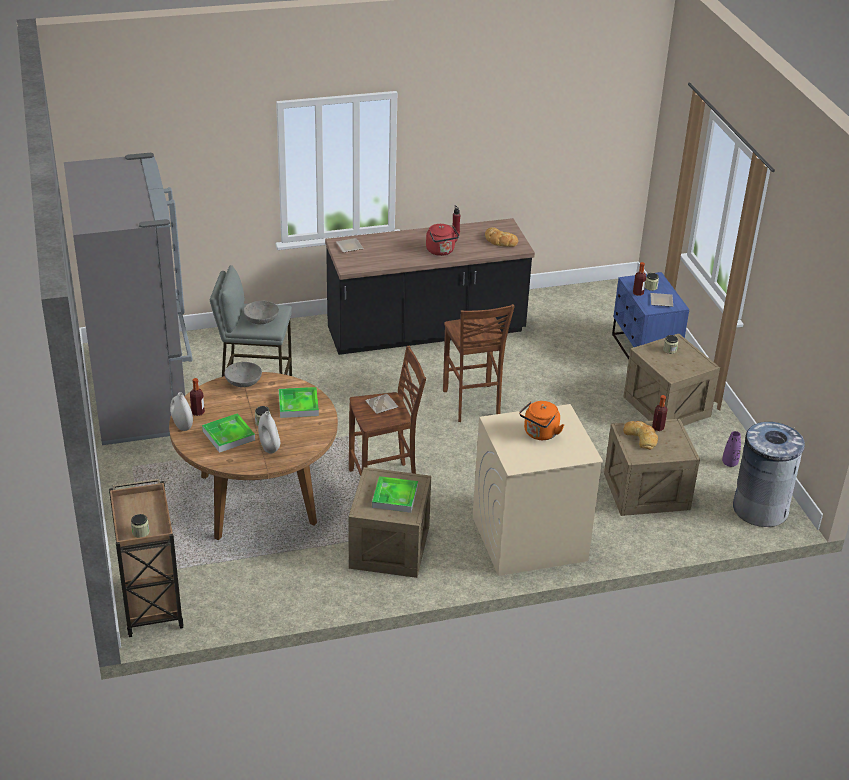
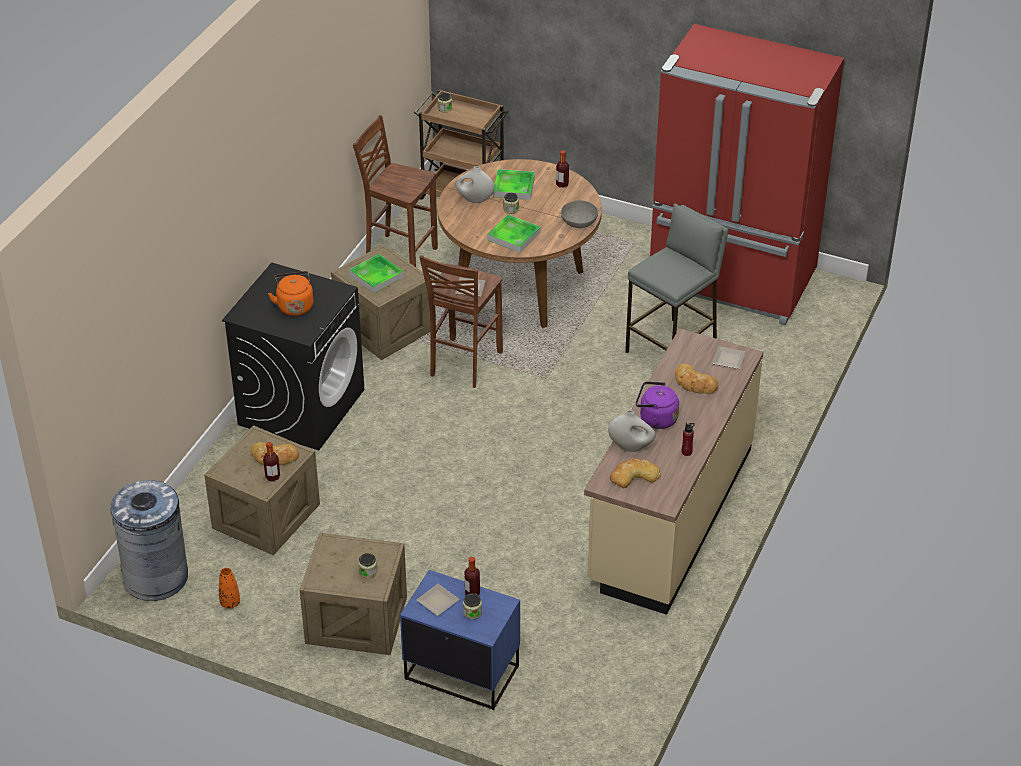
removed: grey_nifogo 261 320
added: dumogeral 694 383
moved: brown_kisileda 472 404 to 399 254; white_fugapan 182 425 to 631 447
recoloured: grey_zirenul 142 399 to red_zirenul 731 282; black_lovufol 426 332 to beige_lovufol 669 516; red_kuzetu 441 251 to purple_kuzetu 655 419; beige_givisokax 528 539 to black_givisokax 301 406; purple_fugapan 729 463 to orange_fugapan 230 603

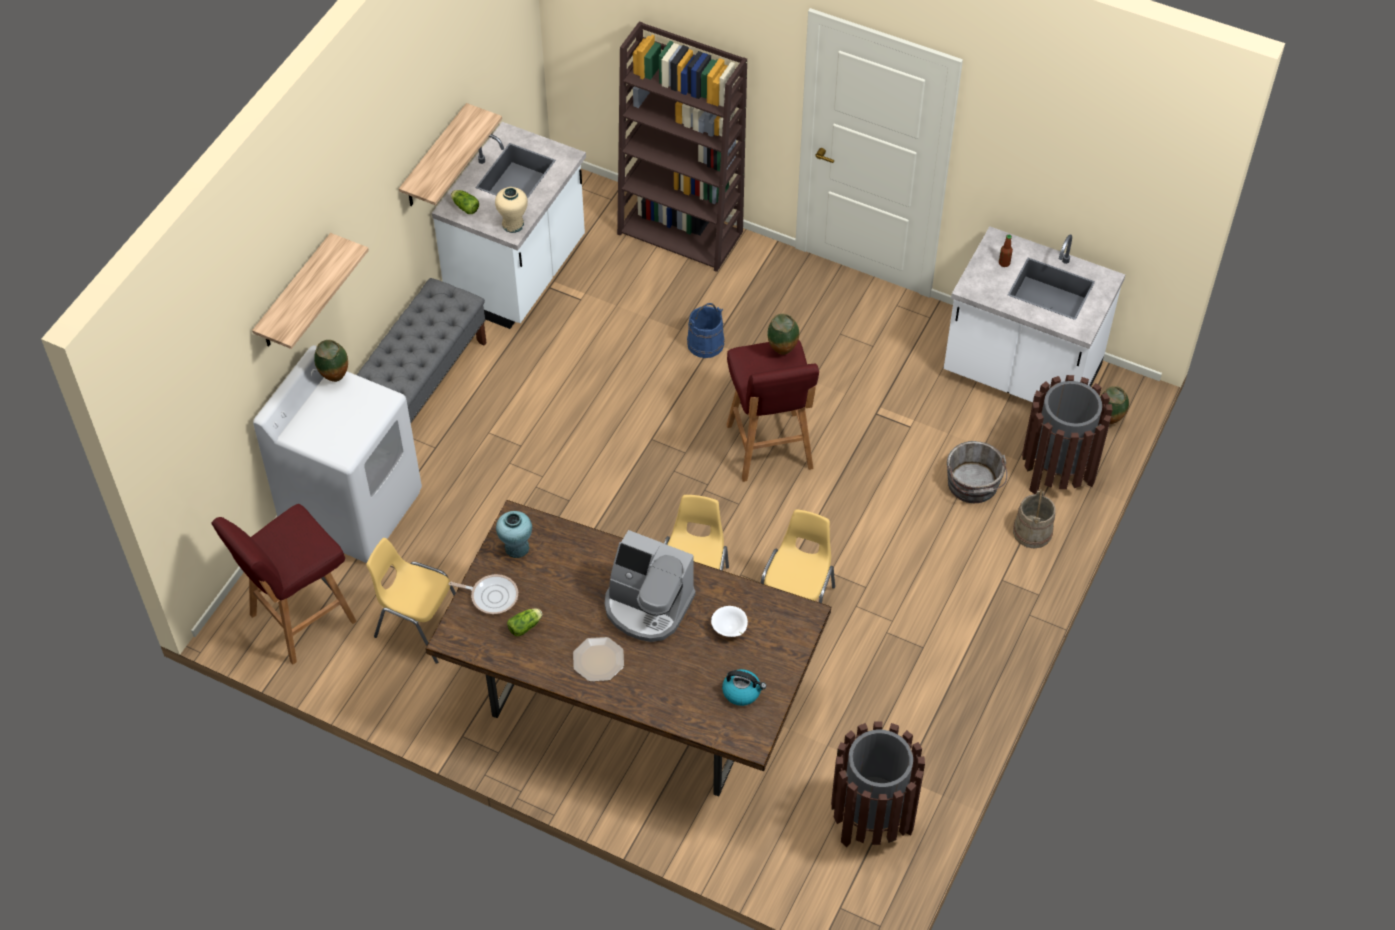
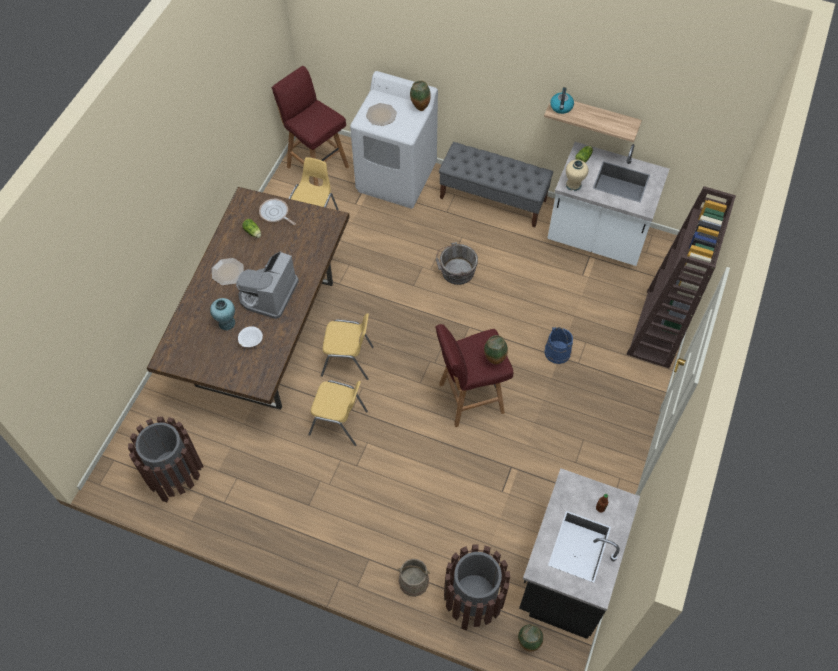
removed: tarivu 294 294
added: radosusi 381 115
moved: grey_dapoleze 973 485 to 455 271; turquoise_fugapan 517 548 to 226 323; kuzetu 742 692 to 561 107
recoloured: white_lovufol 1021 374 to black_lovufol 566 573
turned: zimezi 492 596 = 275 213 120 degrees clockwise

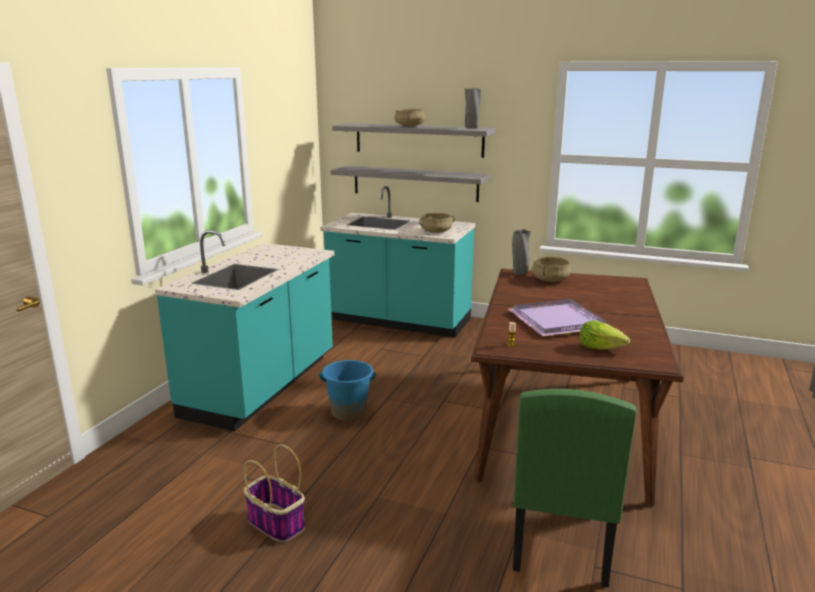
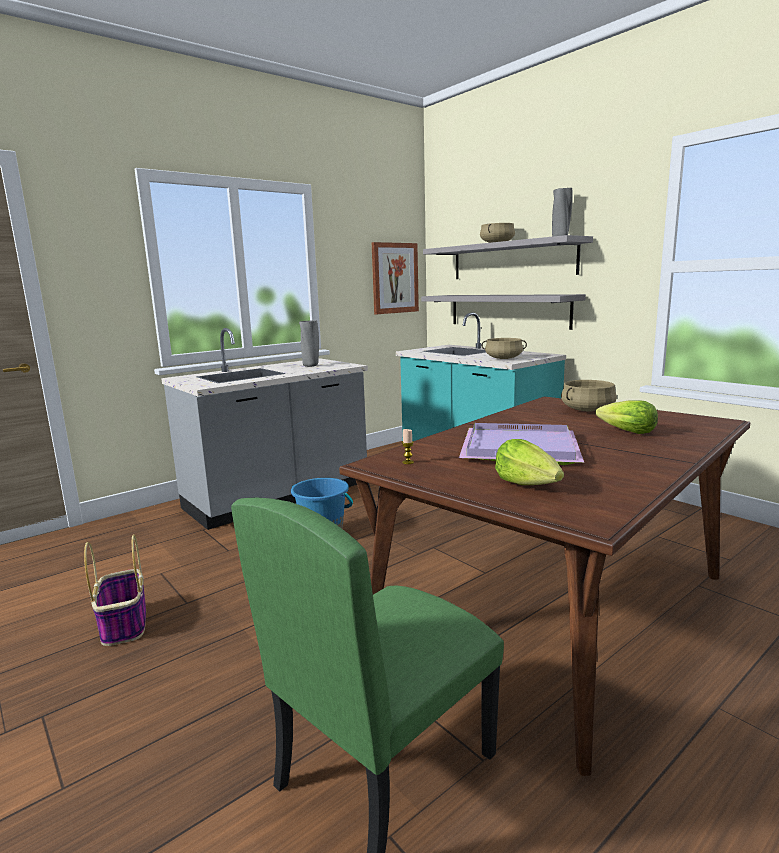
added: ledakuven 394 278; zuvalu 626 432
moved: grey_fugapan 519 274 to 311 366
recoloured: turquoise_lovufol 262 386 to grey_lovufol 278 497

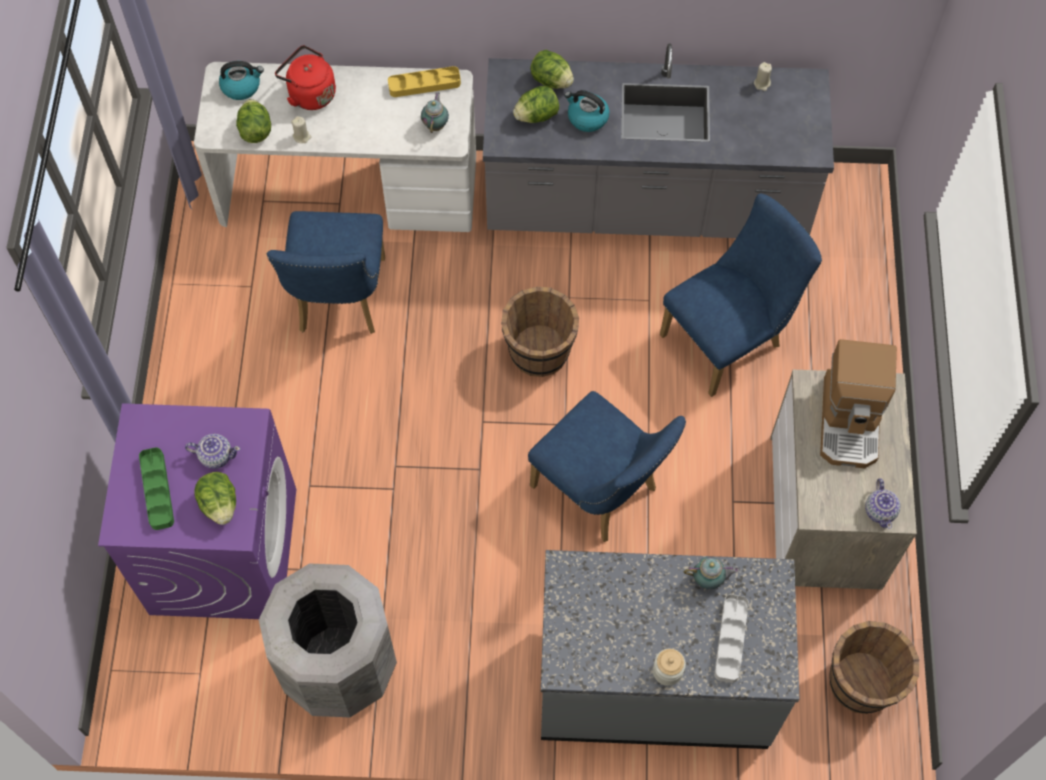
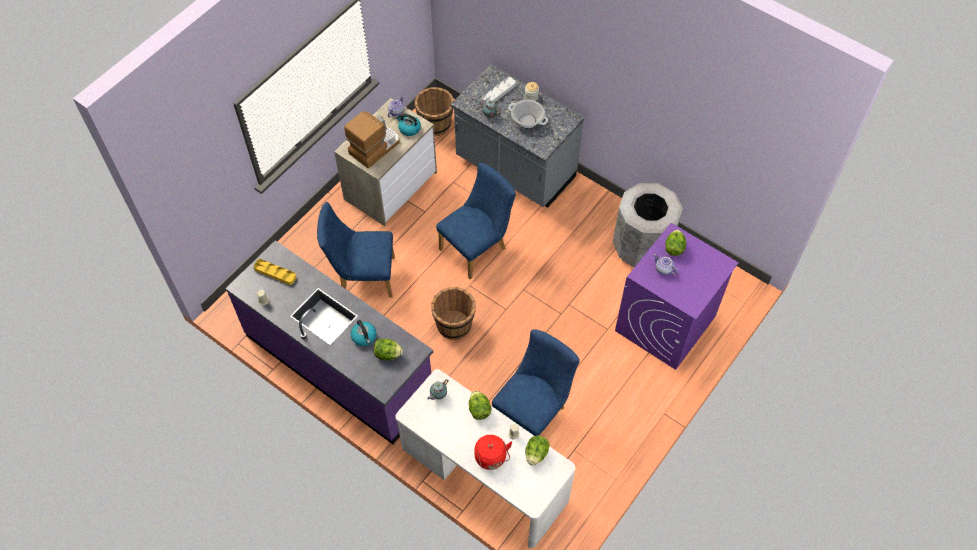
removed: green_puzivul 157 490
added: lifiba 527 120
moved: zuvalu 551 80 to 479 410; kuzetu 241 86 to 409 129; yellow_puzivul 424 84 to 275 273
recoloured: grey_lovufol 646 205 to purple_lovufol 340 365
turned: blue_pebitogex 601 493 = 477 247 60 degrees clockwise

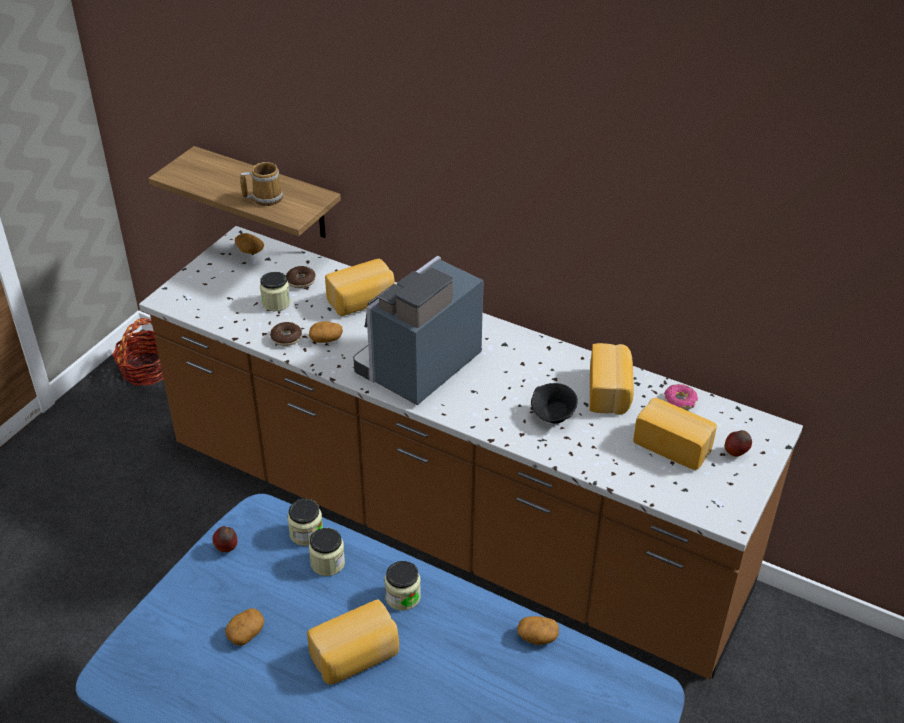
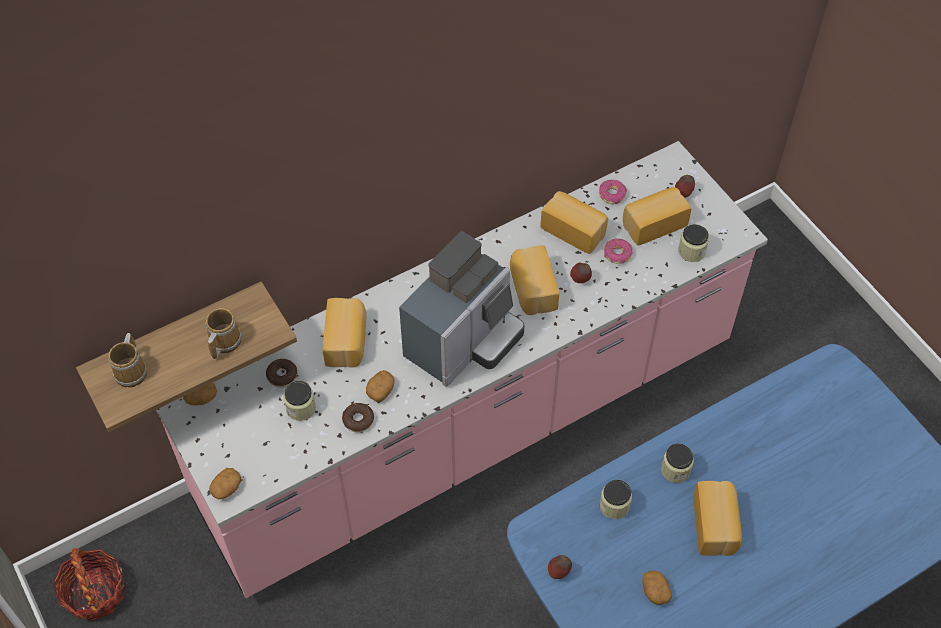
added: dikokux 617 254; dumogeral 532 290; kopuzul 132 371
moved: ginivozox 306 533 to 691 251; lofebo 537 637 to 226 488
replaced: black_nifogo 553 417 to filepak 580 280
recoloured: brown_lovufol 450 522 to pink_lovufol 470 425
turned: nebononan 417 368 = 464 341 120 degrees counterclockwise

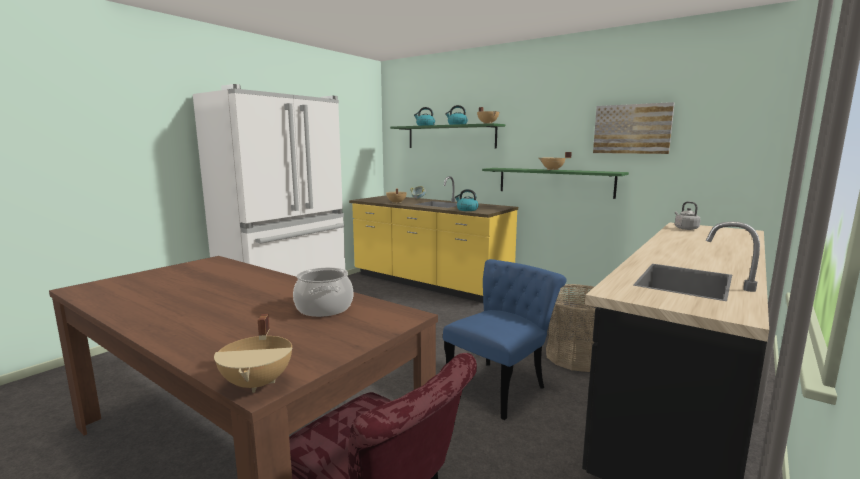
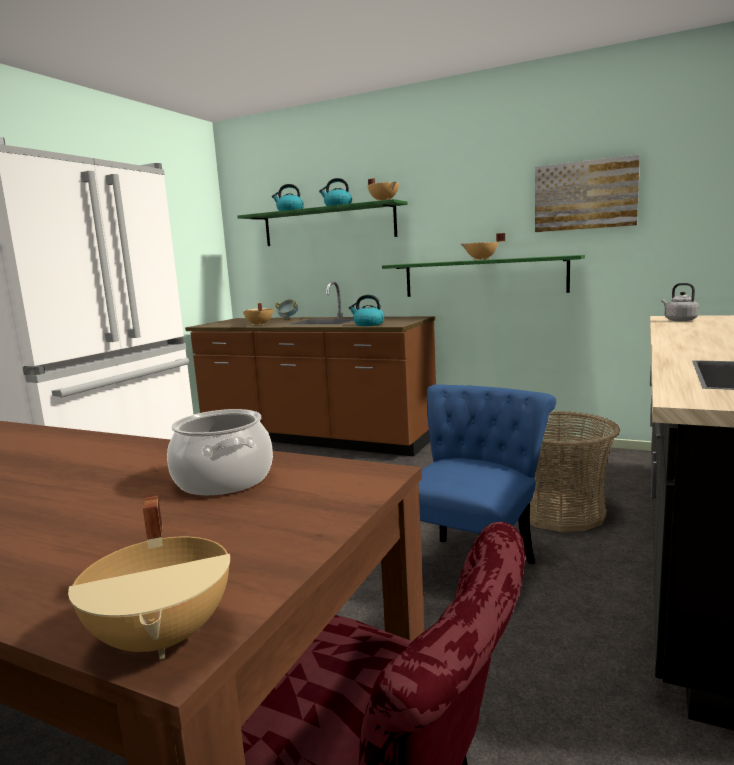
recoloured: yellow_lovufol 429 283 to brown_lovufol 316 437

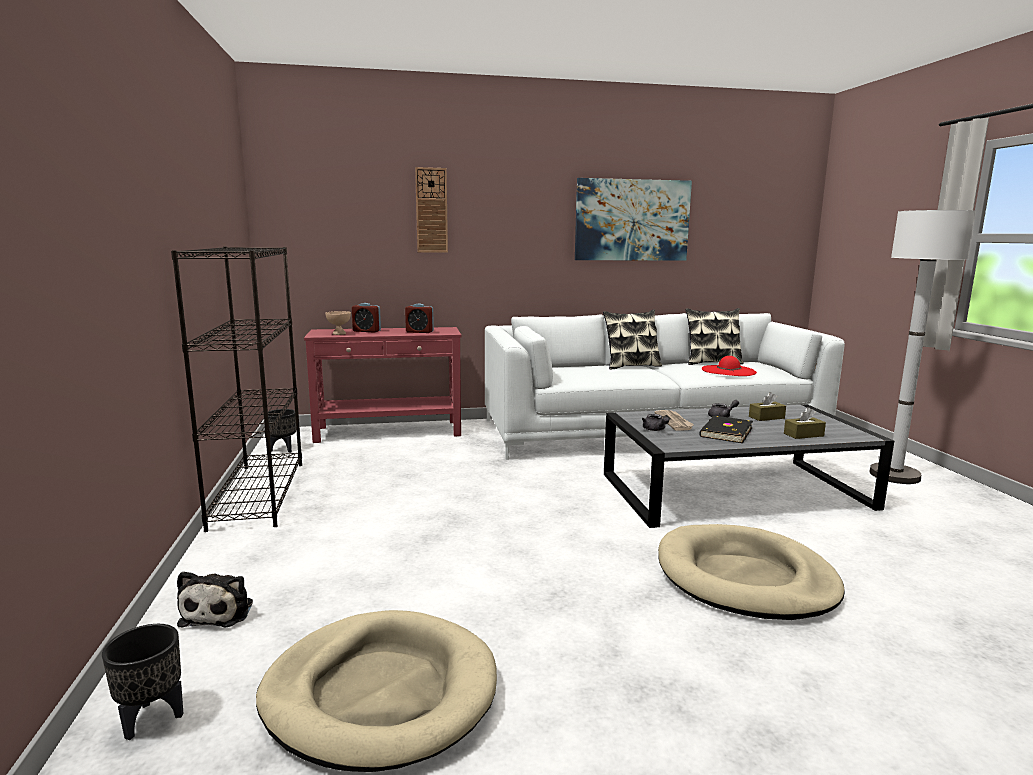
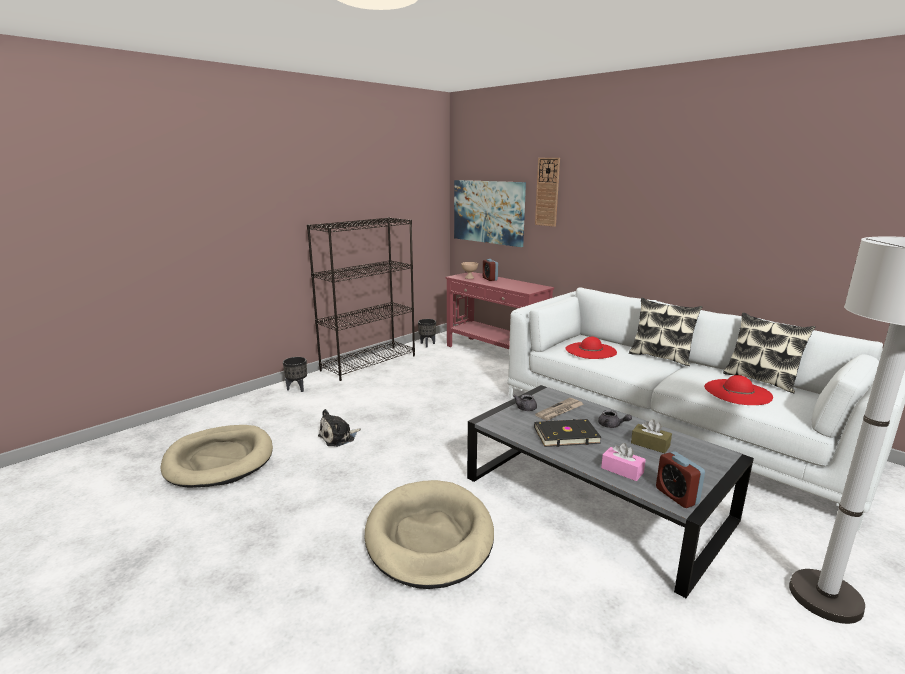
added: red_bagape 590 350
moved: ledakuven 632 220 to 488 212; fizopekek 419 332 to 676 496; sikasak 219 611 to 339 437; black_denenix 152 718 to 297 388
recoloured: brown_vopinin 803 435 to pink_vopinin 622 470

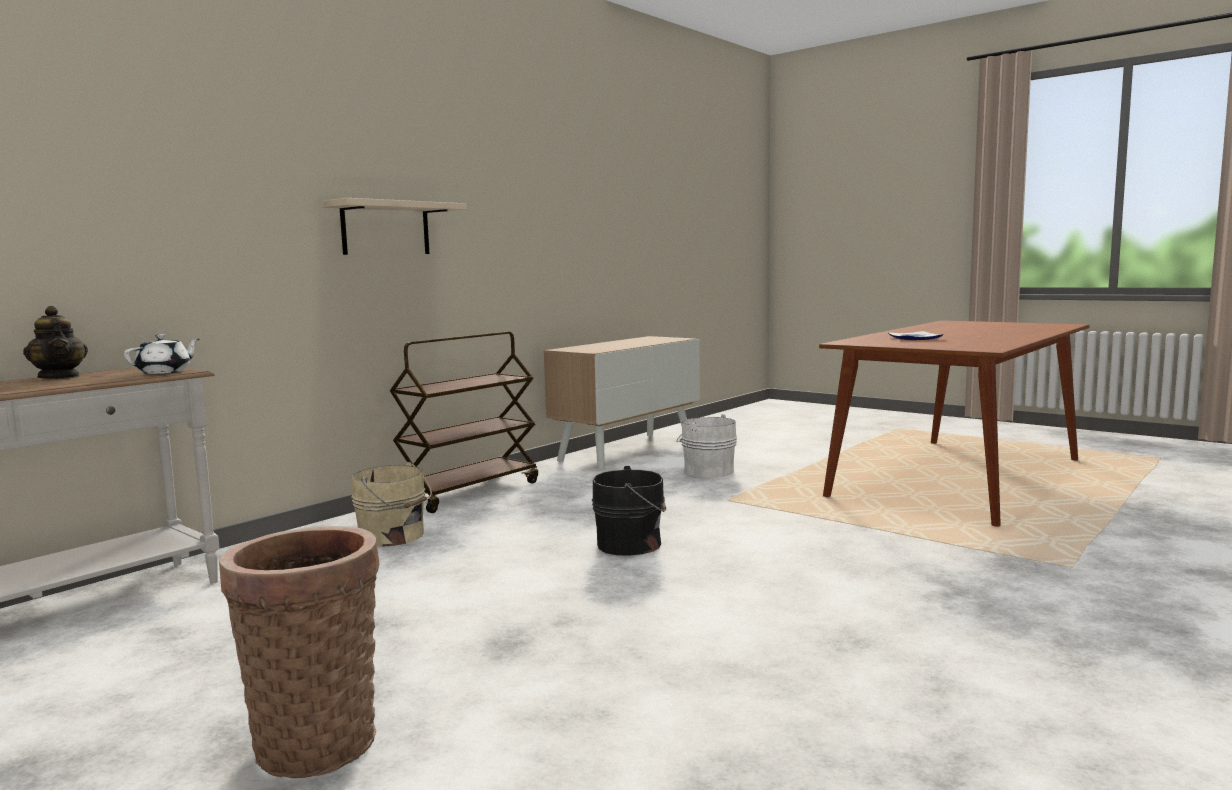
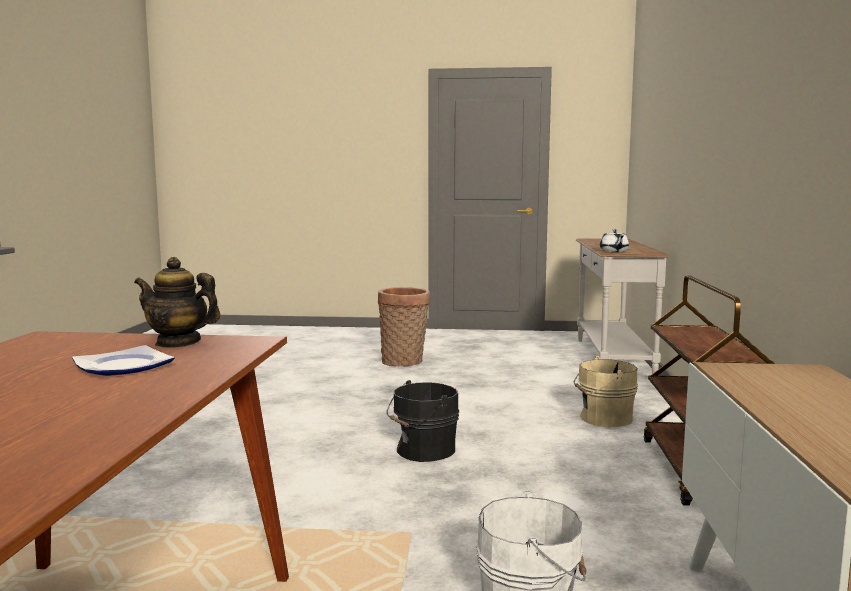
removed: beige_tarivu 386 228
moved: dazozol 60 377 to 178 343

